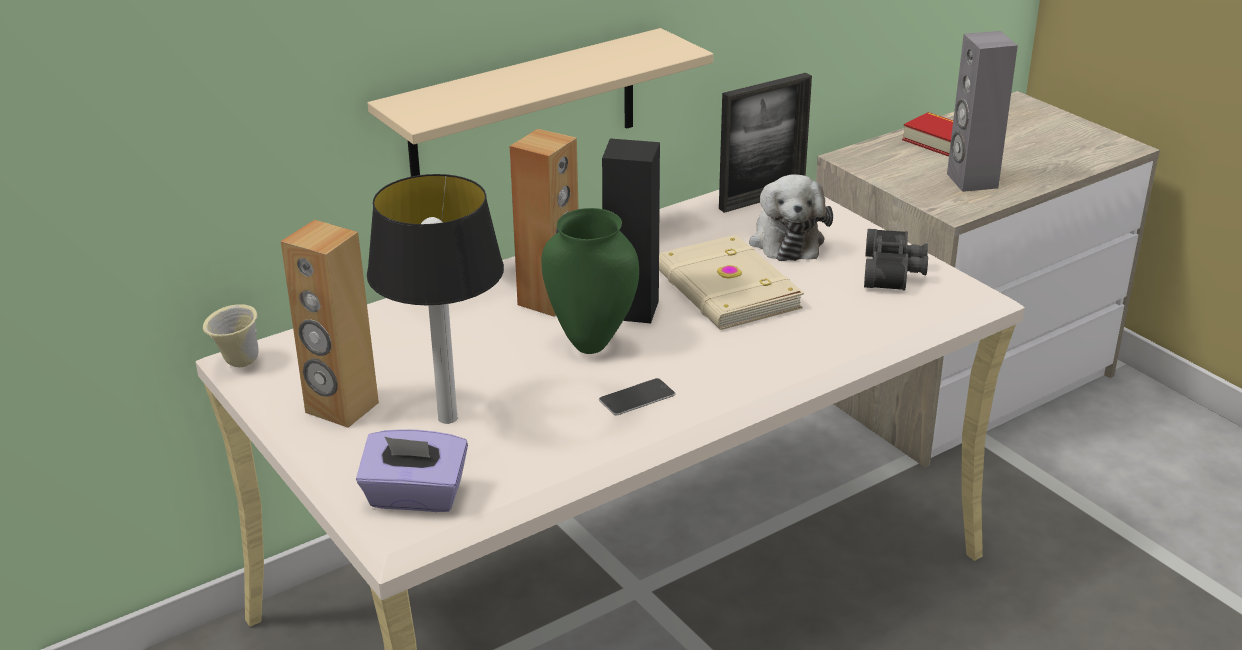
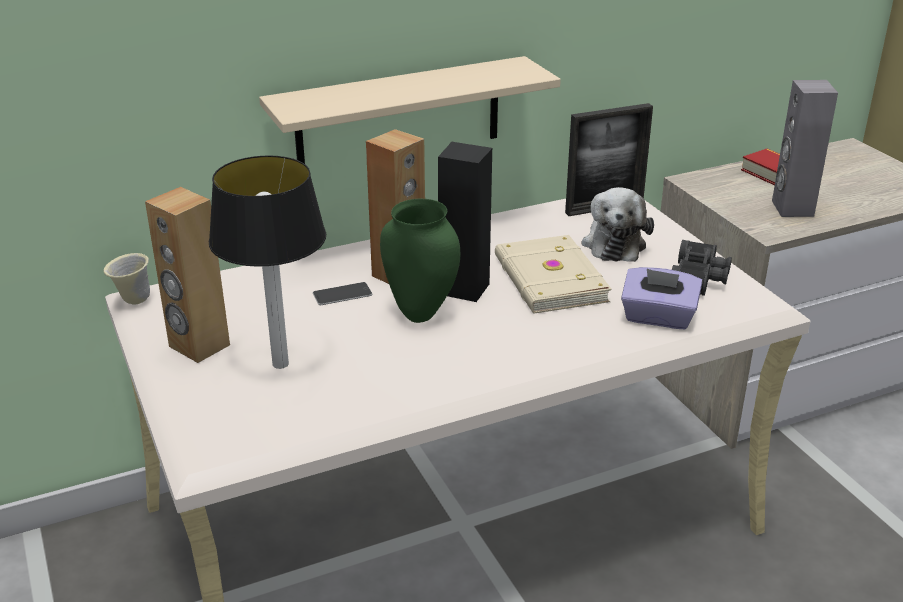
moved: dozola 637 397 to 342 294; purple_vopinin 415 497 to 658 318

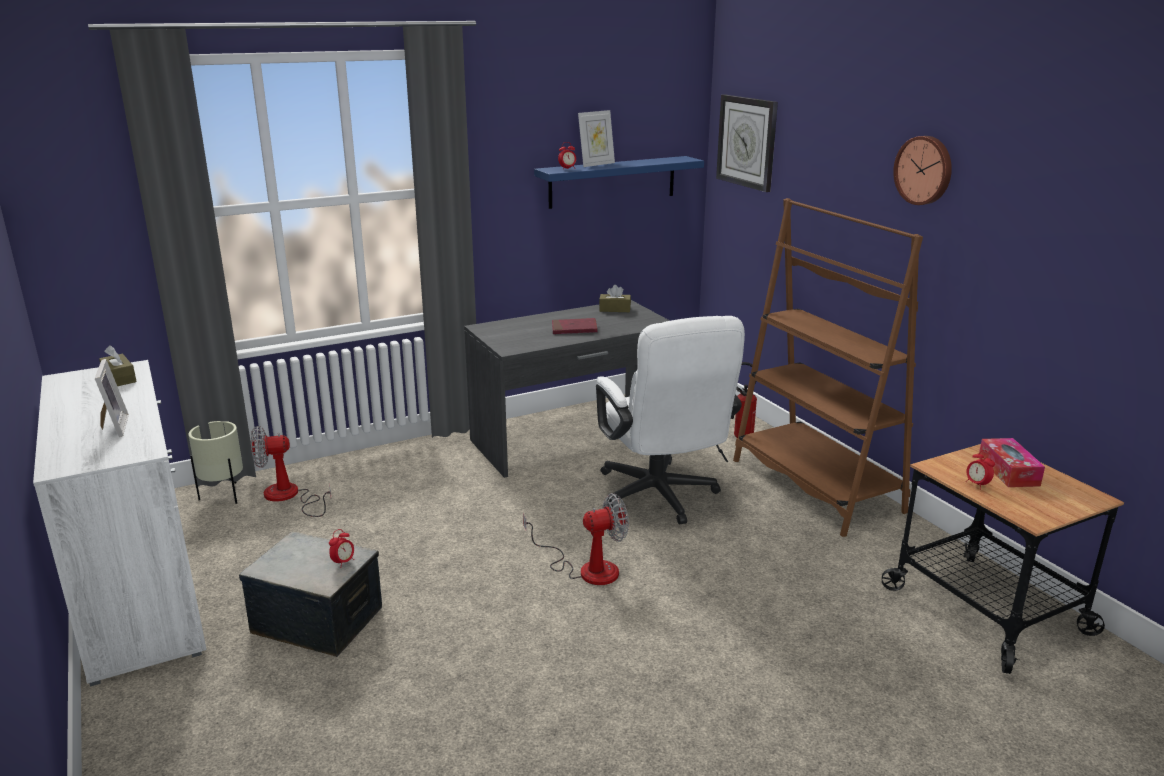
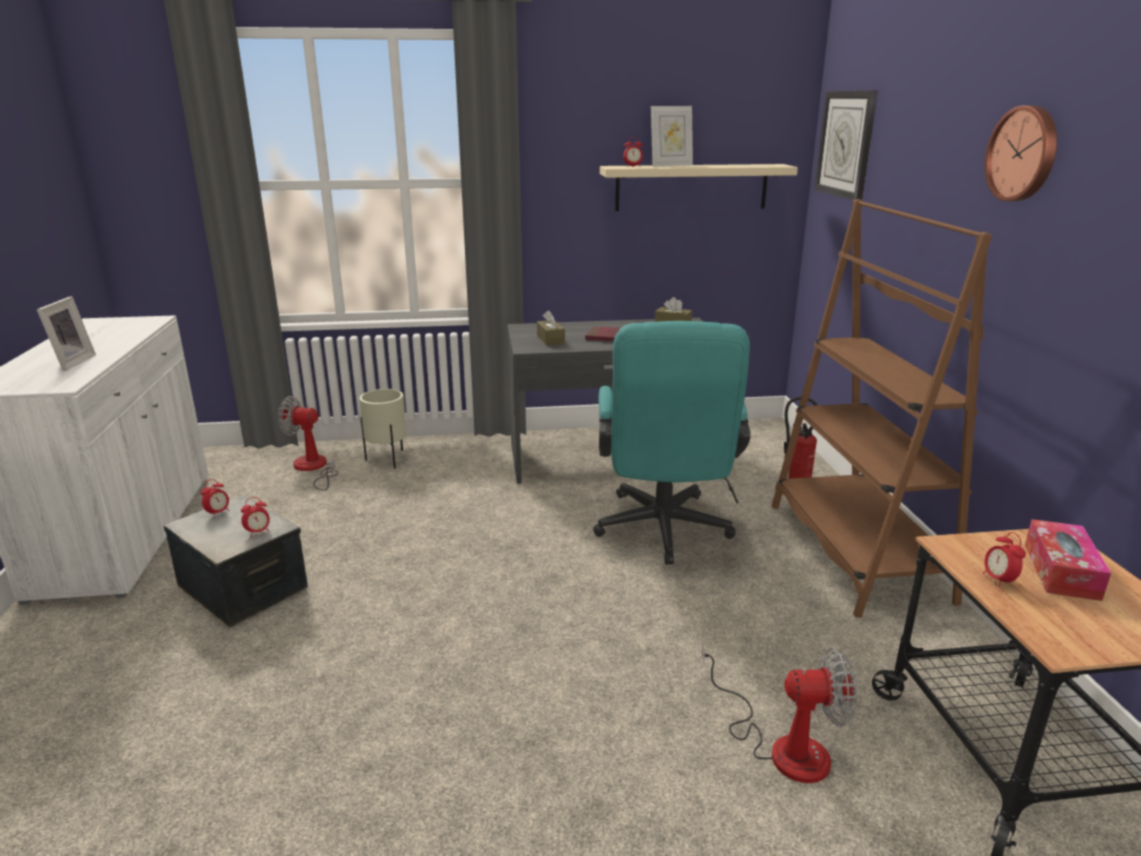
added: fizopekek 218 513
moved: brown_vopinin 119 378 to 550 340; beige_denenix 223 496 to 387 460; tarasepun 586 569 to 782 746
recoloured: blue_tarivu 612 182 to beige_tarivu 691 187; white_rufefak 660 499 to turquoise_rufefak 663 533

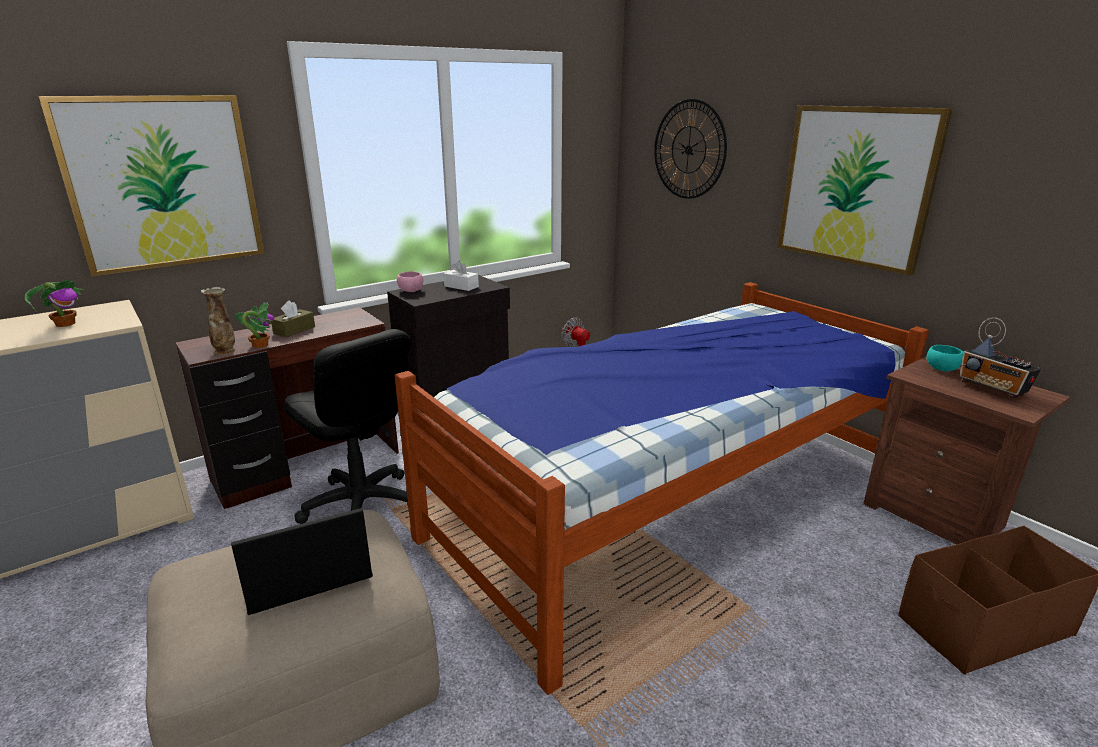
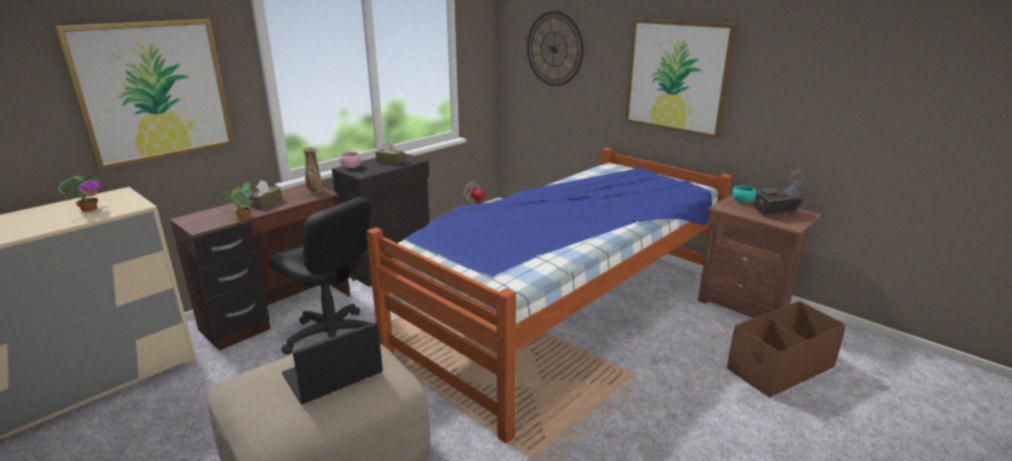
moved: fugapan 225 351 to 315 192
recoloured: white_vopinin 461 286 to brown_vopinin 390 161
turned: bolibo 992 389 = 774 213 120 degrees clockwise

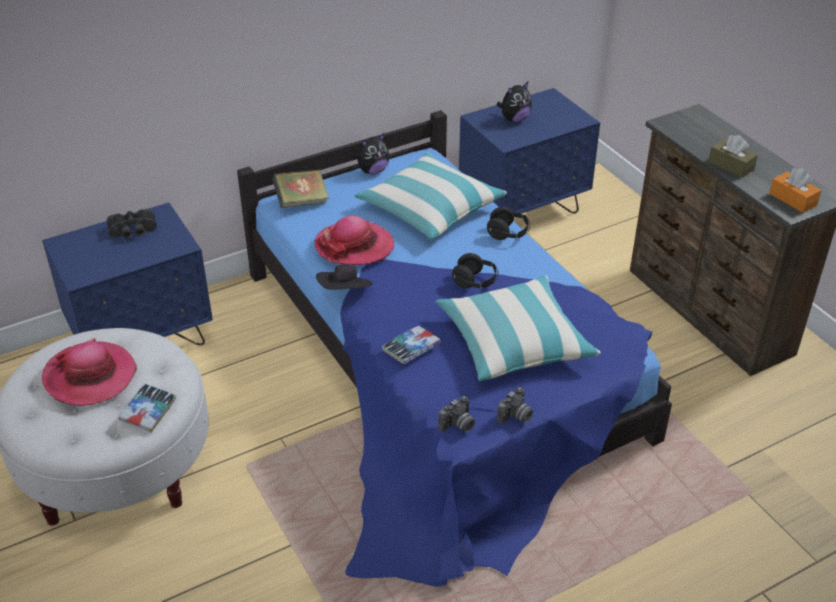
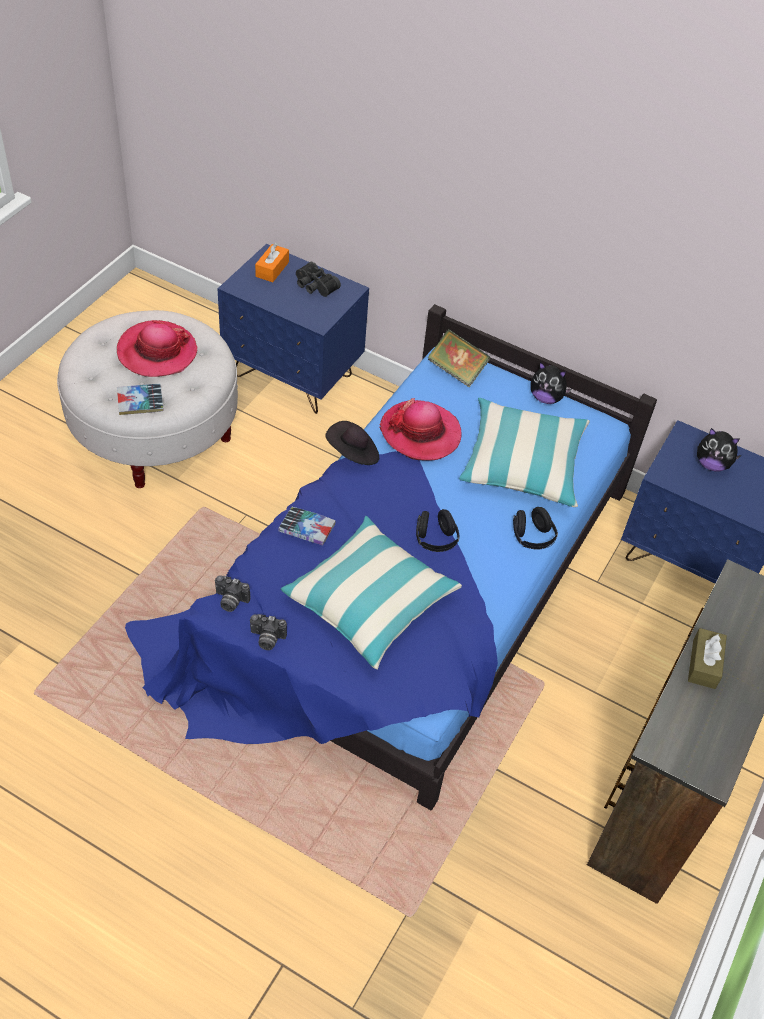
moved: orange_vopinin 793 199 to 272 269

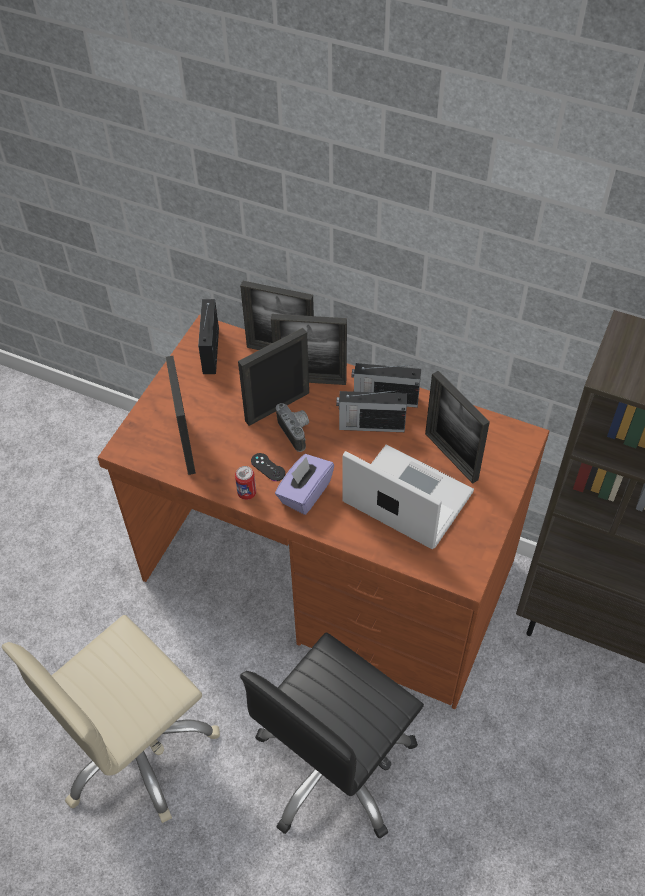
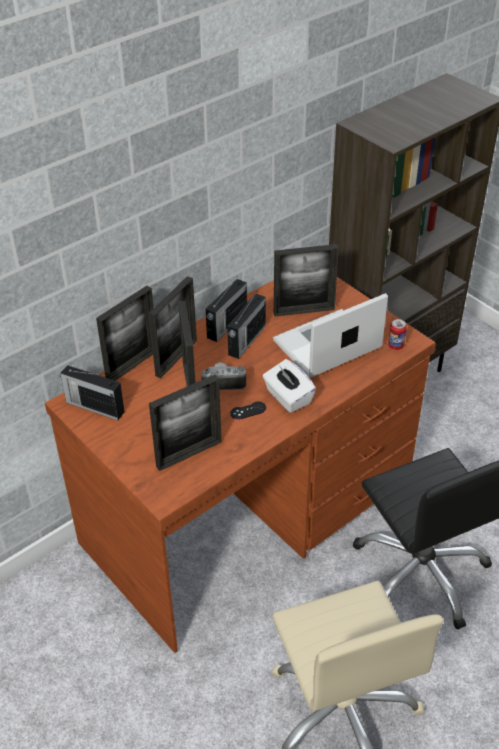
moved: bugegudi 247 493 to 395 346
recoloured: purple_vopinin 305 493 to white_vopinin 288 397
turned: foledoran 186 444 = 189 454 45 degrees counterclockwise

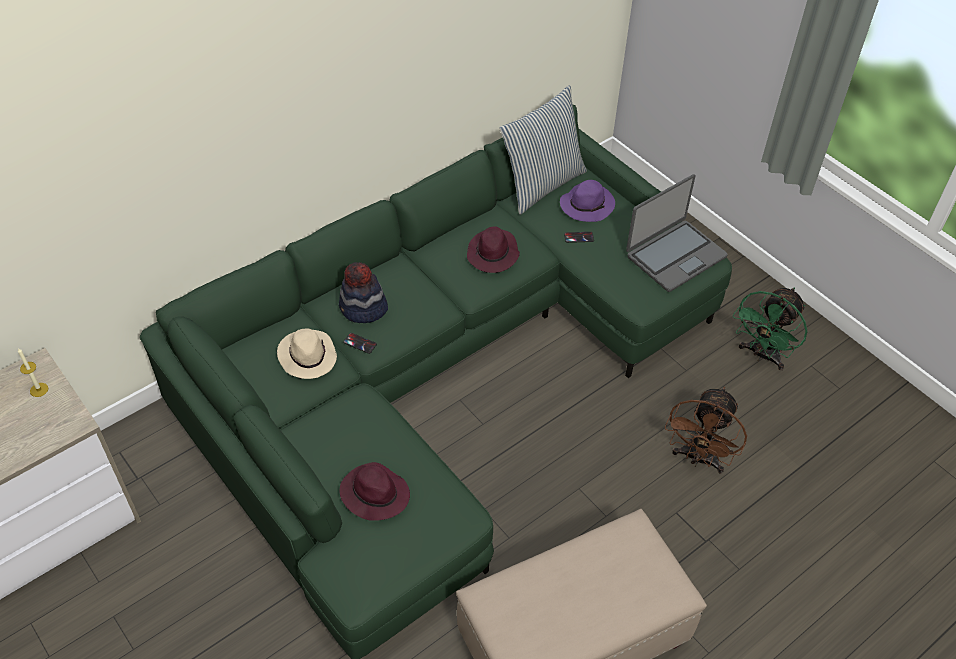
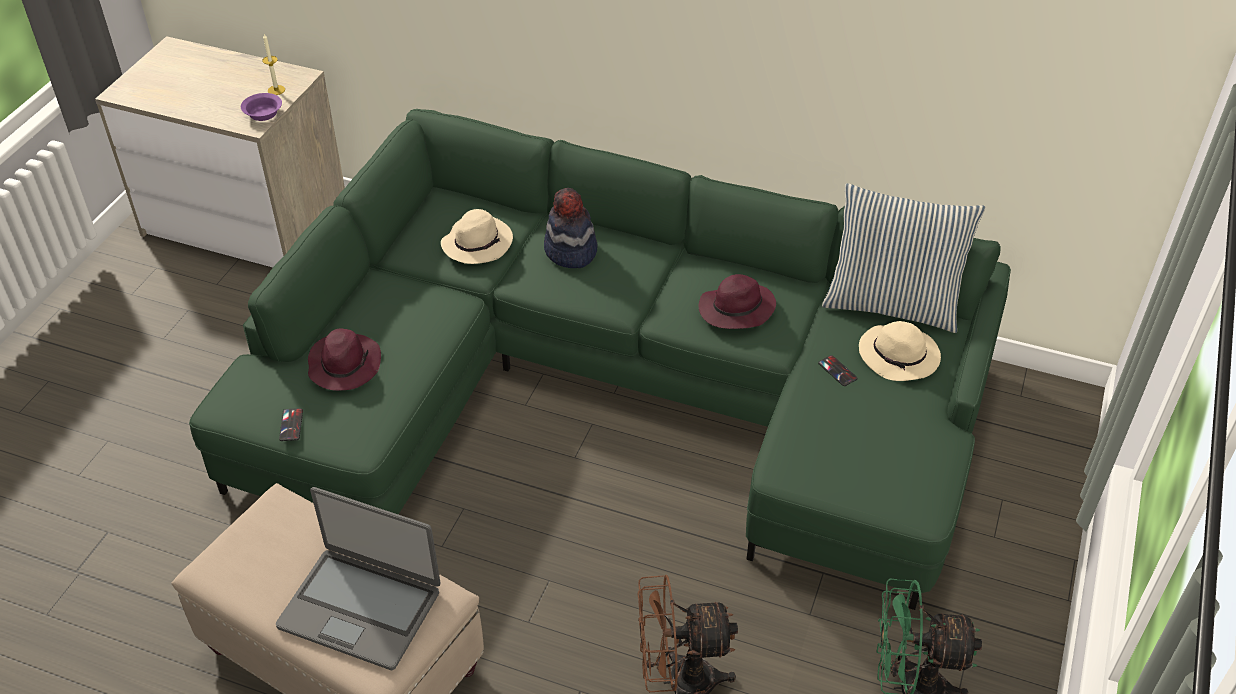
added: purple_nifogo 262 114
moved: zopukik 675 256 to 361 607; dozola 360 343 to 291 425
recoloured: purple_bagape 587 205 to beige_bagape 900 357

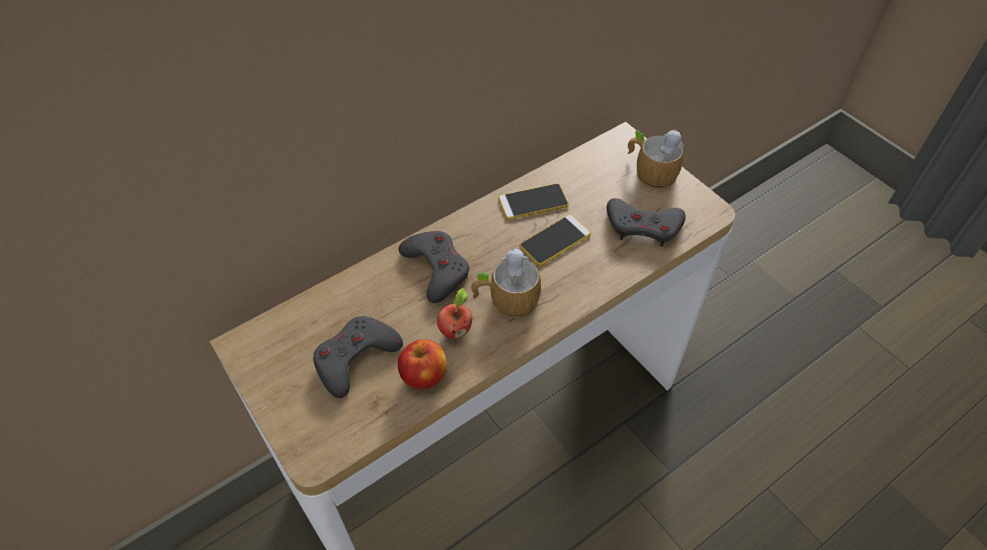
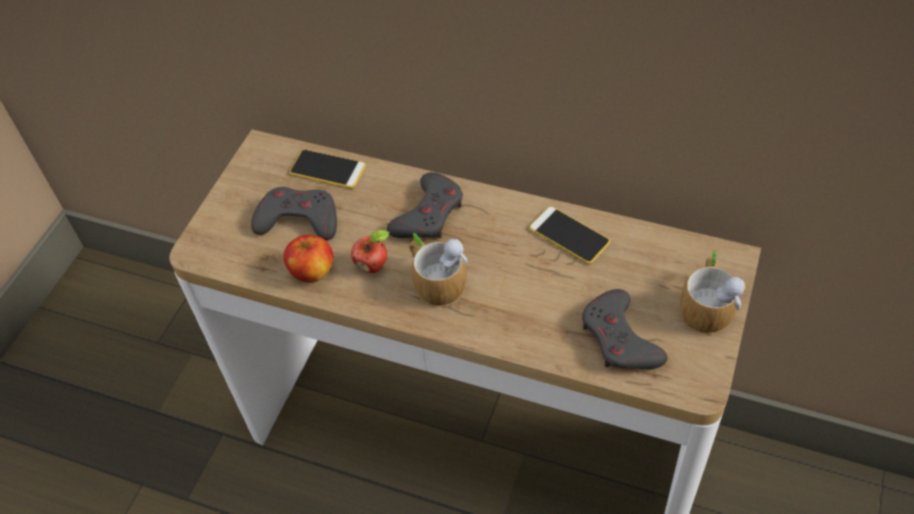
moved: dozola 555 240 to 328 170

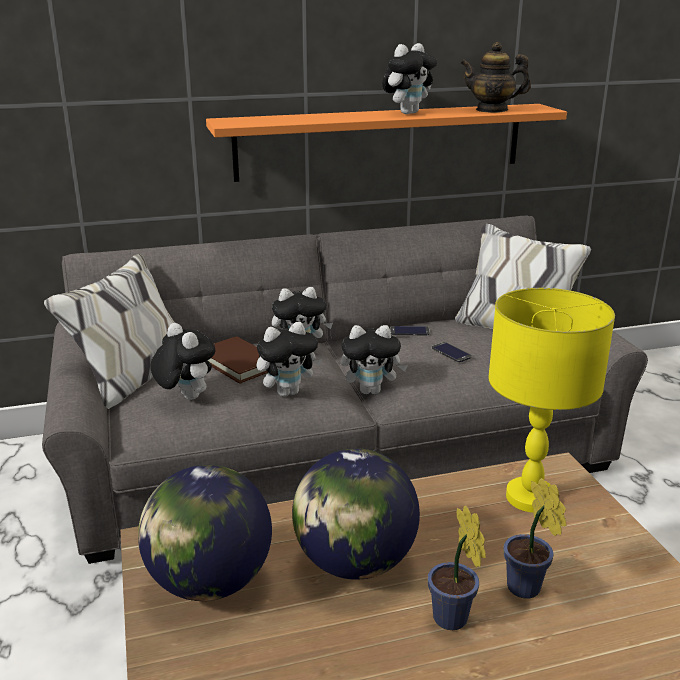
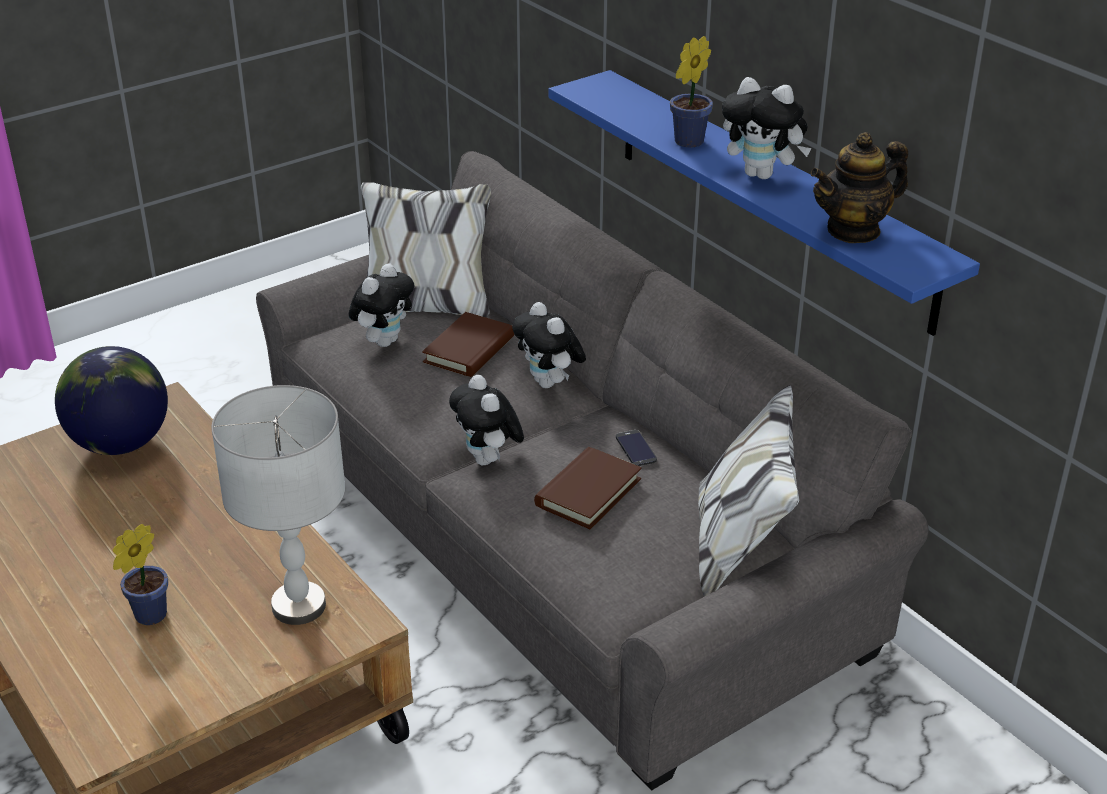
removed: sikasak 288 392; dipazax 355 563
moved: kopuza 452 621 to 686 142
replaced: dozola 451 352 to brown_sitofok 588 492
recoloured: orange_tarivu 381 141 to blue_tarivu 770 196; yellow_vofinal 531 497 to grey_vofinal 299 607
turned: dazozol 492 110 = 853 230 105 degrees counterclockwise

